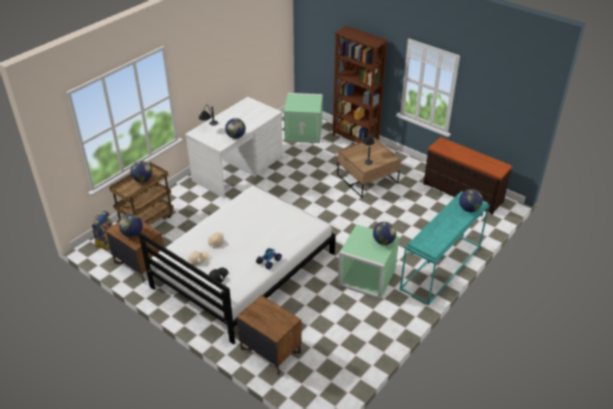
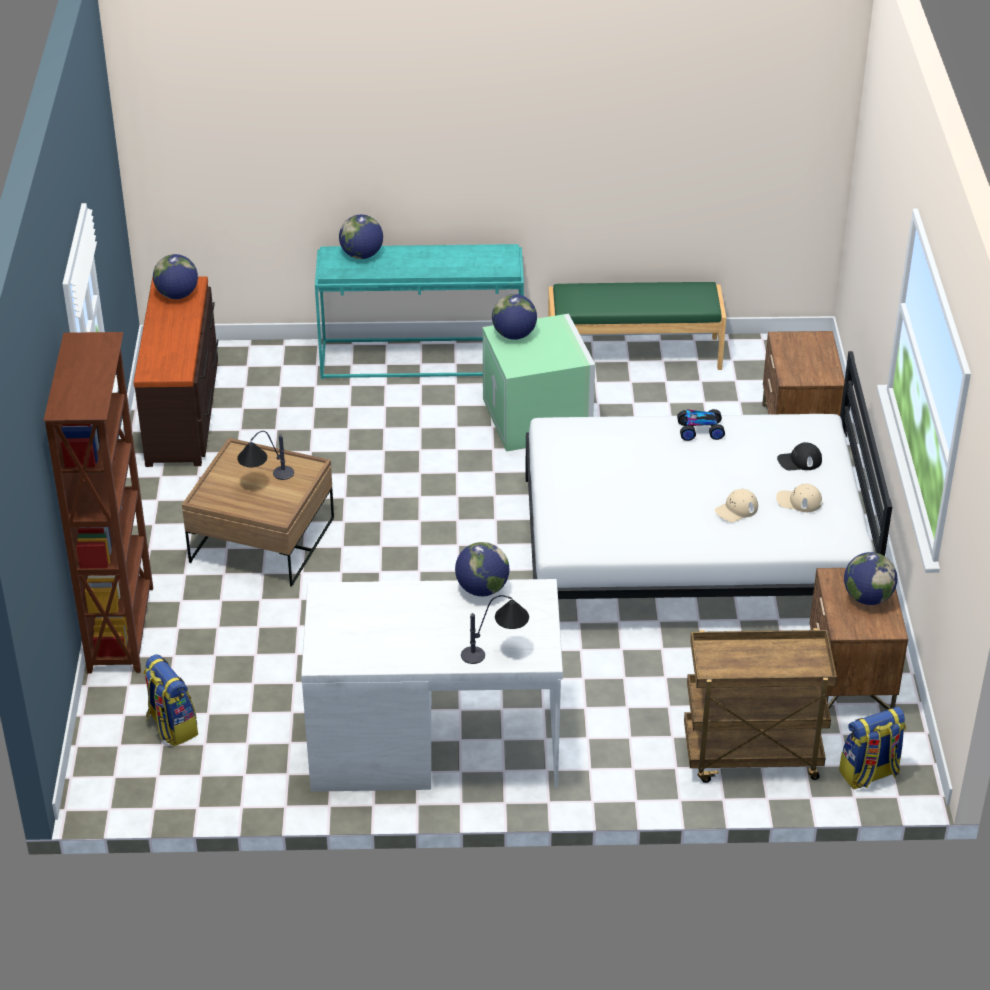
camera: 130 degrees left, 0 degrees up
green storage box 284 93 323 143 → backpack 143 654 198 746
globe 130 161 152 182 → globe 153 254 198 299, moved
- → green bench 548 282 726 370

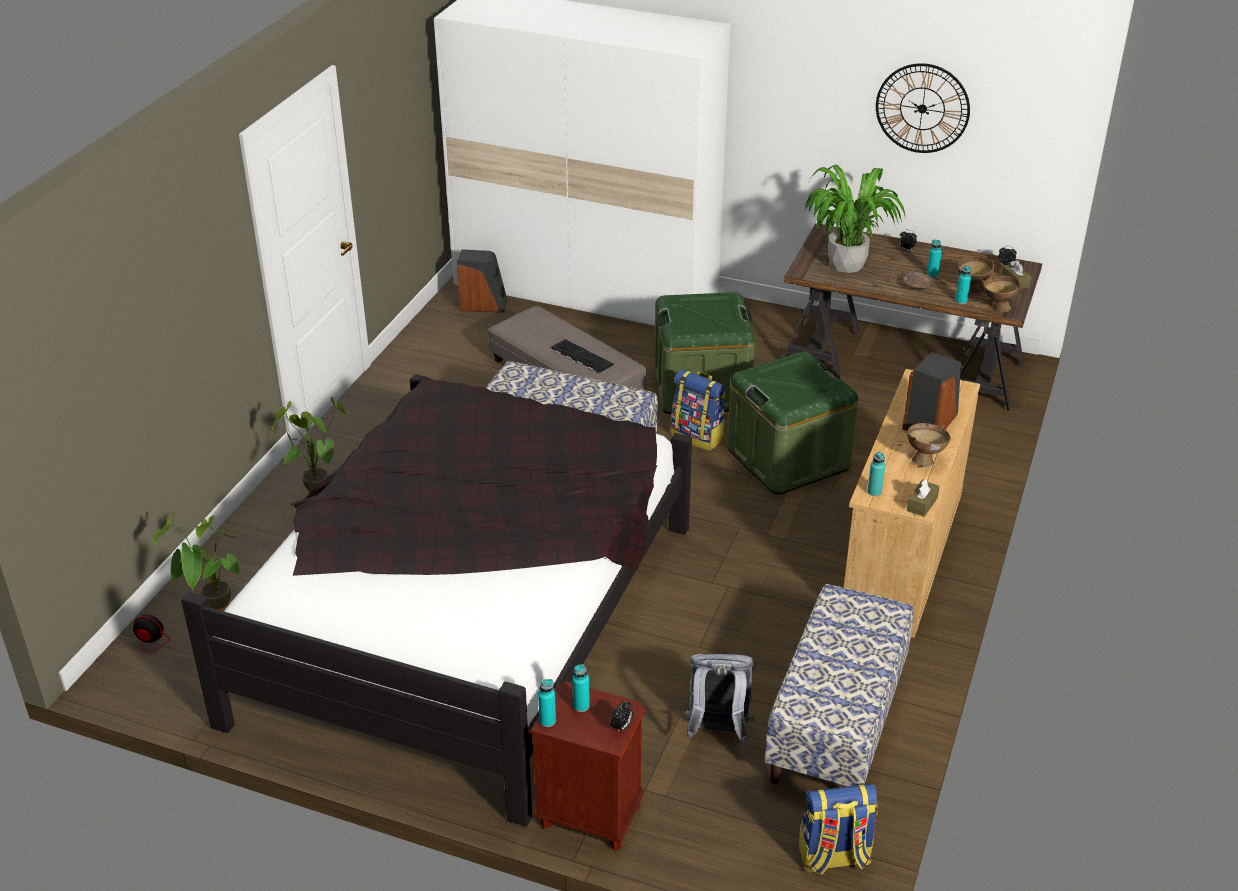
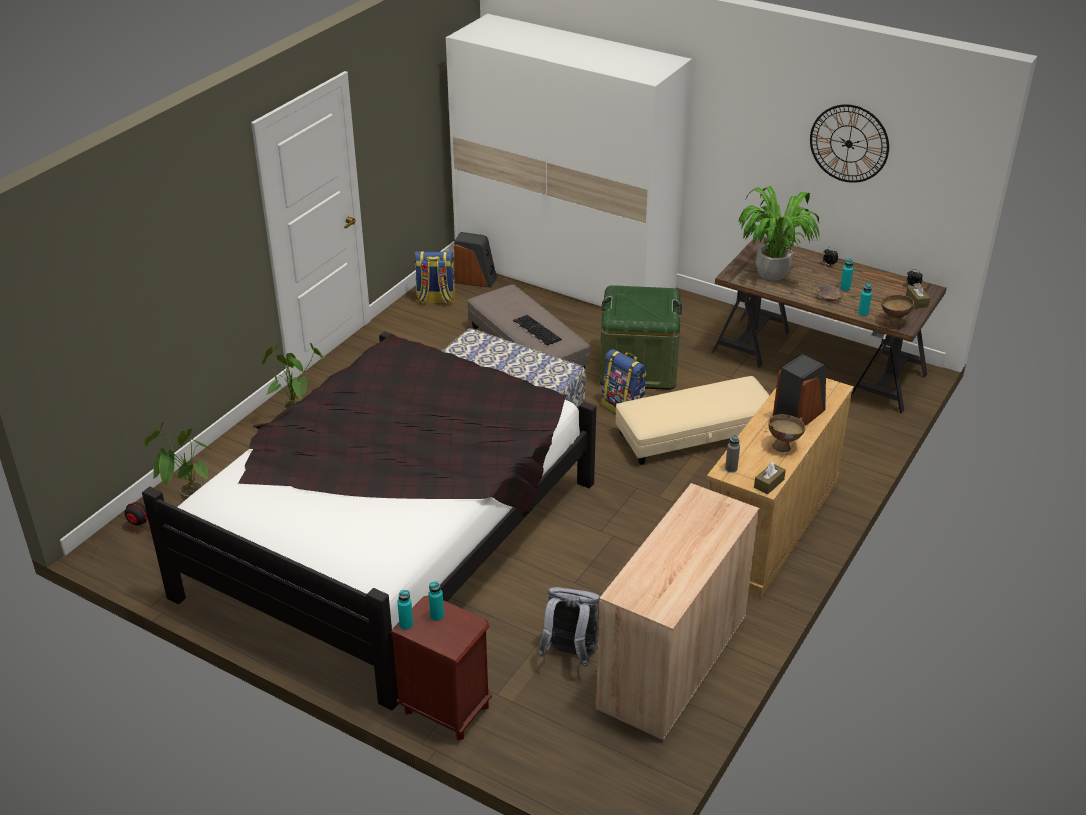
camera: 10 degrees right, 0 degrees up
backpack 799 783 878 875 → backpack 414 251 455 303, moved
bench 765 584 914 786 → beige cabinet 596 483 759 741
green storage box 727 351 858 495 → beige ottoman 616 376 770 465
turquoise bottle 867 452 885 496 → grey bottle 725 434 740 473
alarm clock 610 701 633 733 → -
brown bowl 958 256 994 293 → -

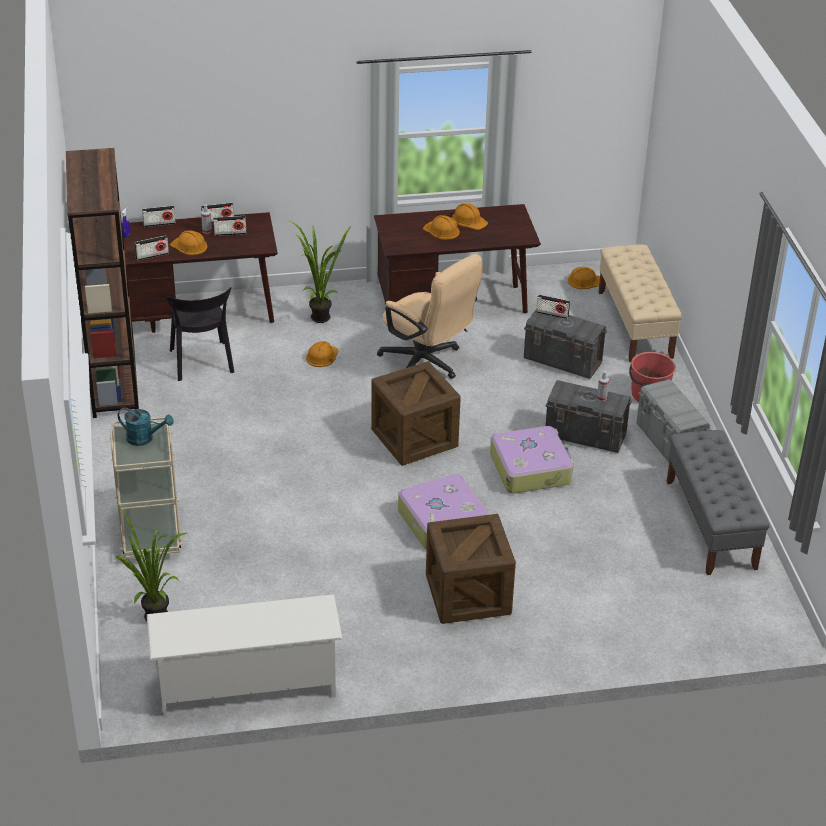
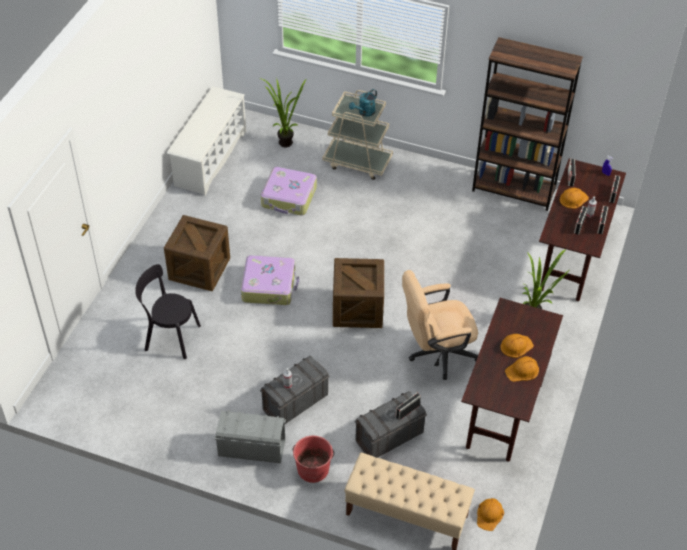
camera: 120 degrees right, 10 degrees up
black chair 167 287 234 381 → black chair 135 264 201 359, moved
suitcase 490 426 574 494 → suitcase 261 167 317 216, moved
orange hard hat 306 341 338 367 → -
grey bench 666 430 770 575 → -

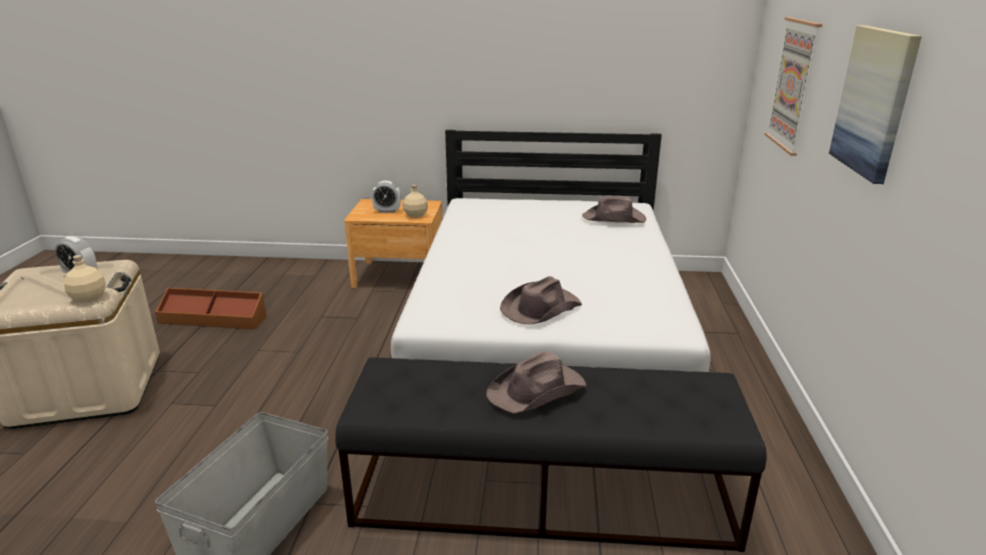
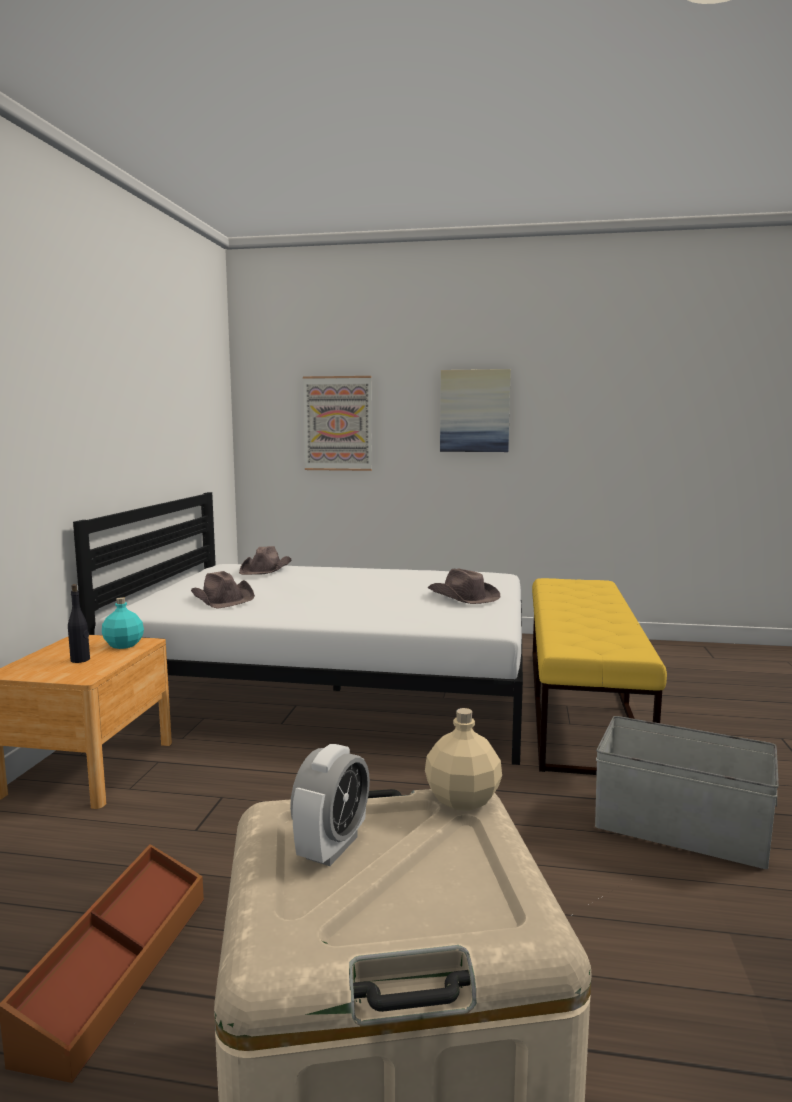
camera: 85 degrees left, 15 degrees down
alarm clock 371 181 401 213 → black bottle 68 584 90 663
beige bottle 402 185 428 218 → turquoise bottle 102 597 144 649
brown hat 486 351 587 413 → brown hat 191 571 255 609, moved
black bench 336 357 767 552 → yellow bench 532 578 667 775

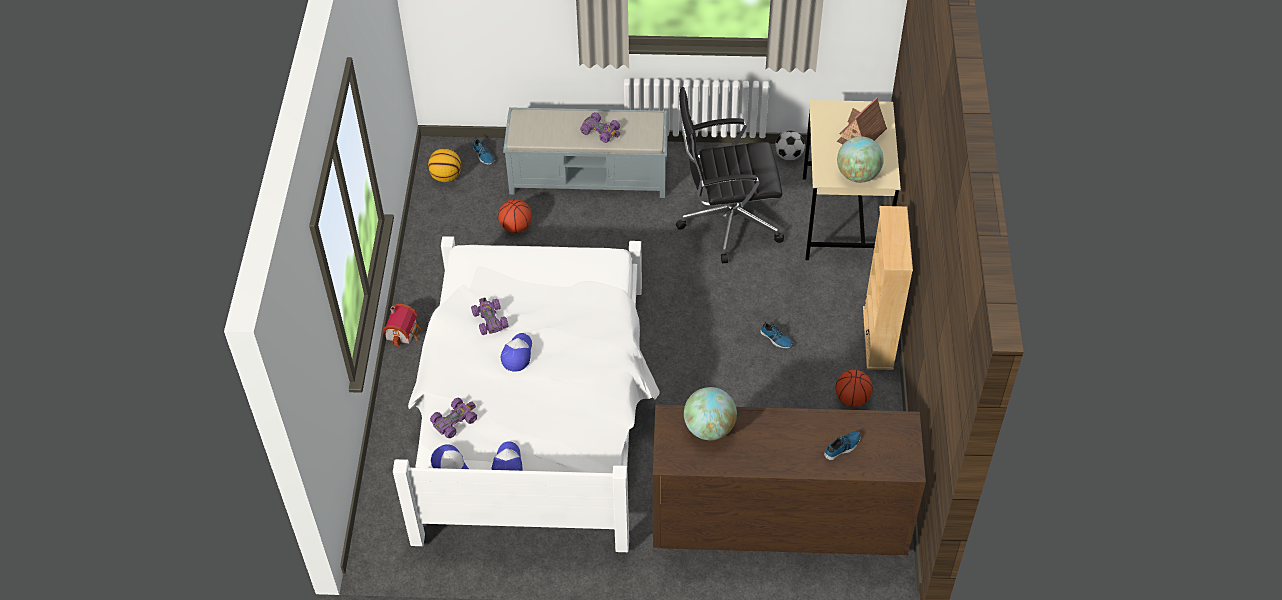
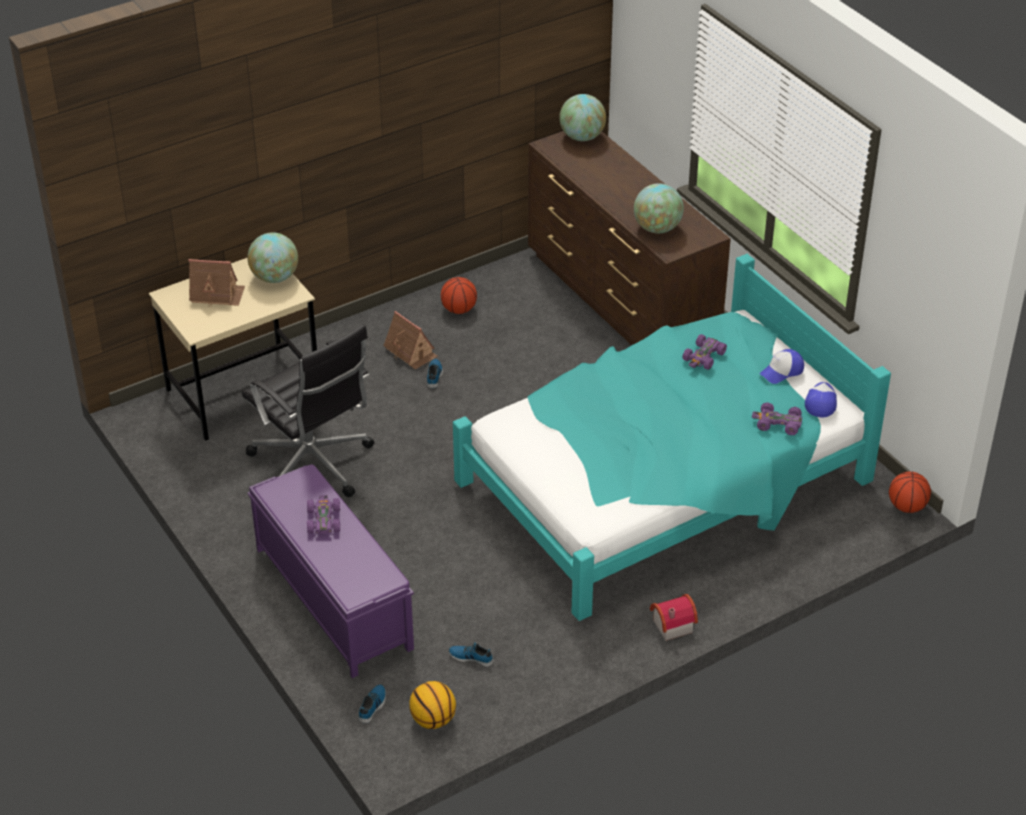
camera: 125 degrees left, 10 degrees down
grey bench 503 107 668 198 → purple bench 248 464 414 678
- → toy house 383 311 438 369
shoe 824 431 861 460 → shoe 449 642 494 667, moved
white bed 393 236 660 552 → turquoise bed 453 254 891 621
- → globe 559 94 606 141
purple toy car 471 298 509 335 → purple toy car 682 334 727 370, moved
basketball 498 199 532 233 → basketball 889 471 931 513, moved
cap 501 333 532 372 → -
football 775 131 805 161 → -
beige bookcase 863 206 913 370 → -

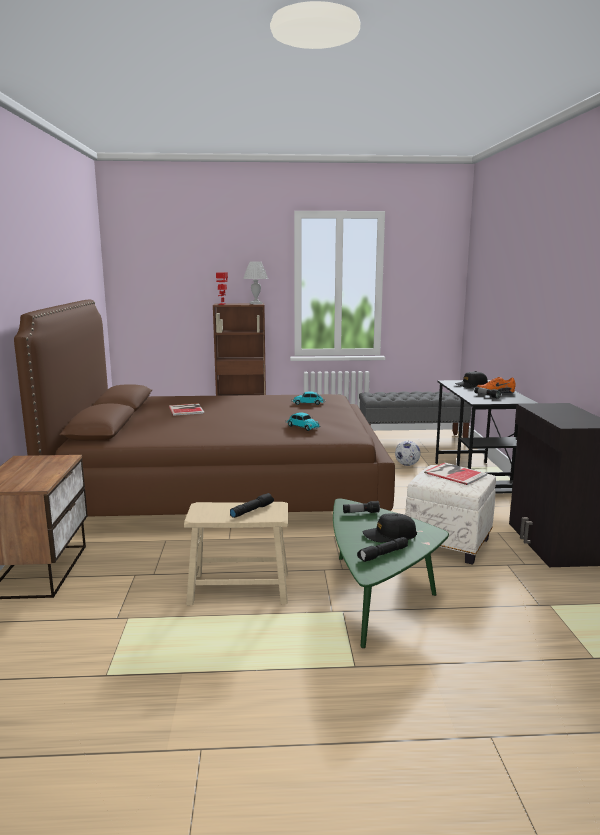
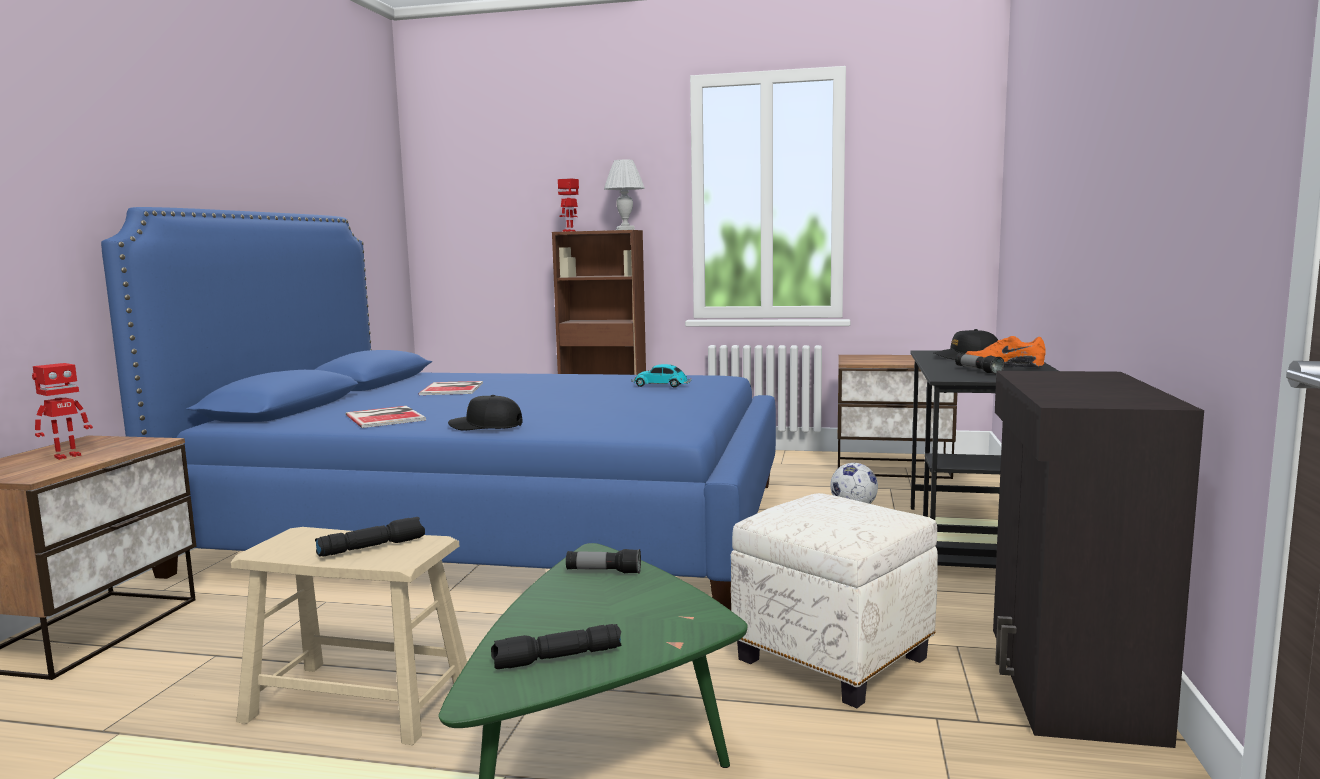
camera: 15 degrees right, 5 degrees down
- → toy robot 32 363 93 460
brown bed 14 299 395 517 → blue bed 101 207 776 610
book 424 463 487 485 → book 346 406 426 428, moved
black cap 363 513 417 542 → black cap 448 395 523 430, moved
grey bench 359 391 472 438 → nightstand 838 355 957 479
toy car 285 412 320 431 → -

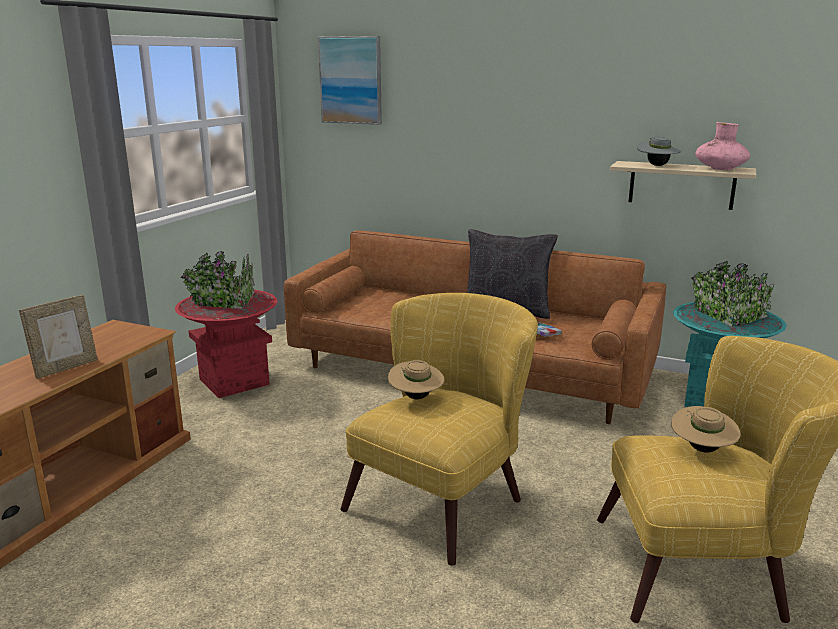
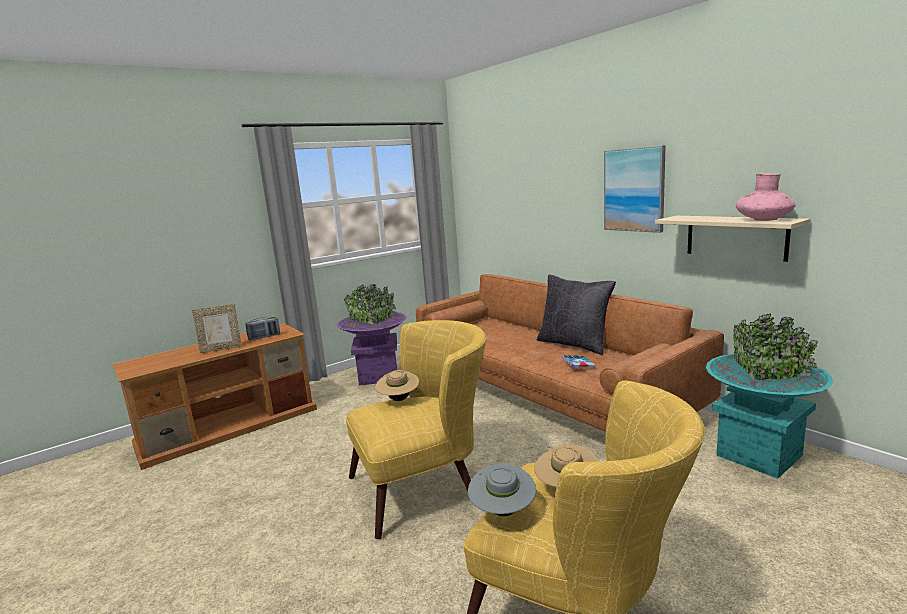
camera: 30 degrees right, 5 degrees down
- → radio 245 317 280 340
red planter 175 251 277 398 → purple planter 337 284 407 386
grey hat 637 137 681 166 → grey hat 468 464 536 516, moved
picture 318 36 382 125 → picture 604 145 666 233, moved

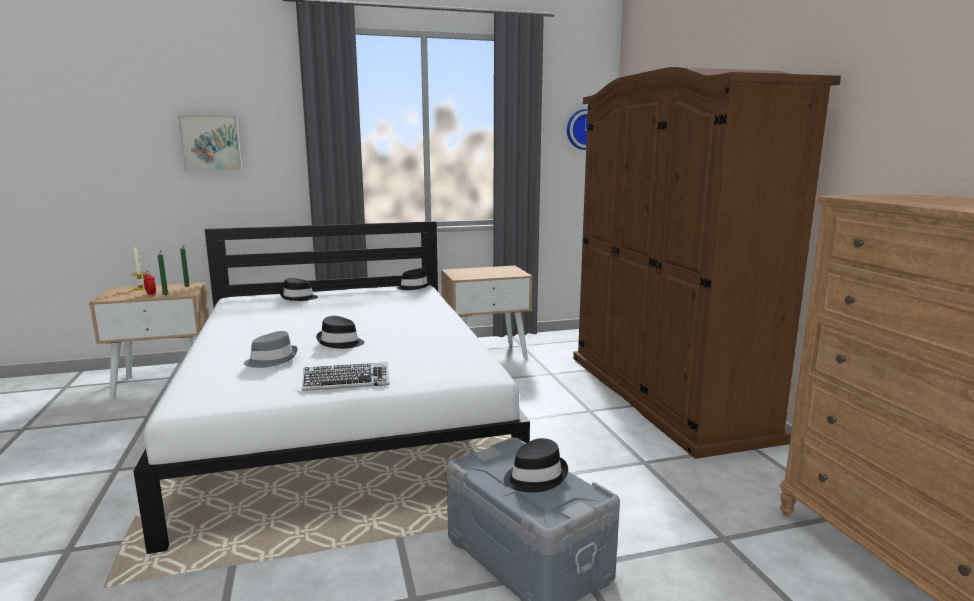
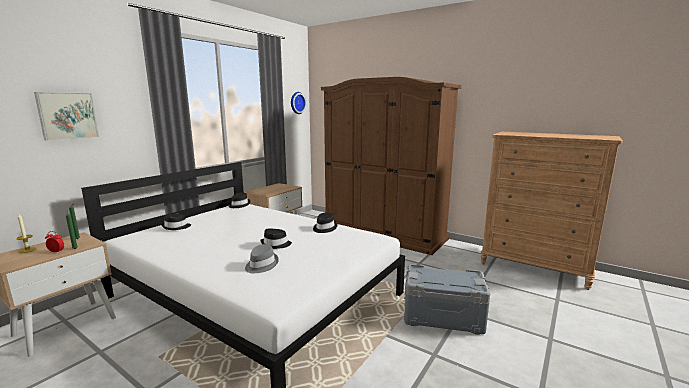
camera: 40 degrees left, 0 degrees up
black hat 504 438 568 492 → black hat 313 213 337 233, moved
keyboard 302 362 389 391 → -

